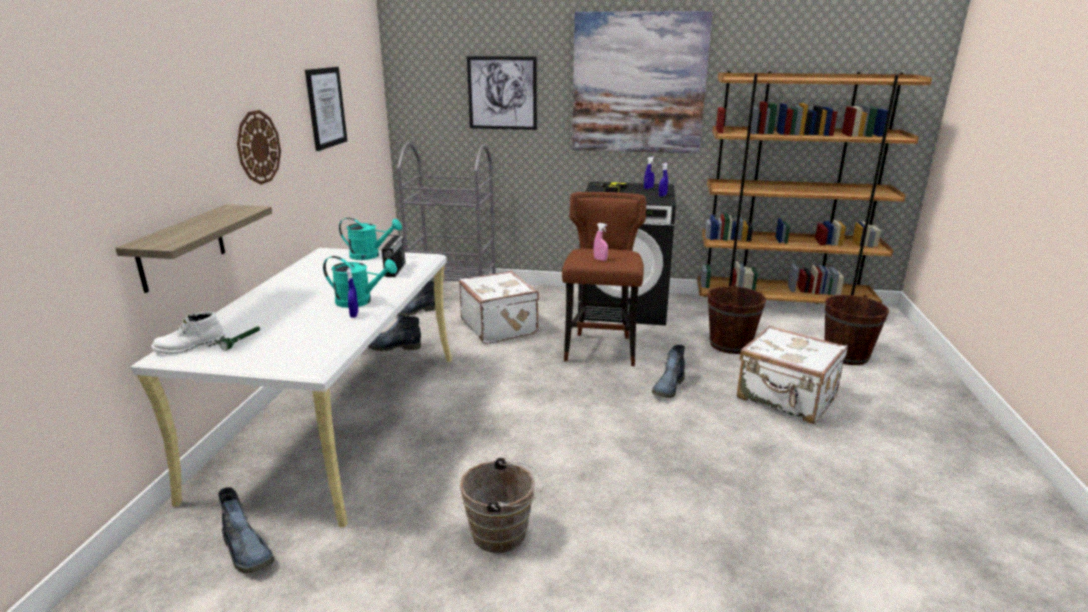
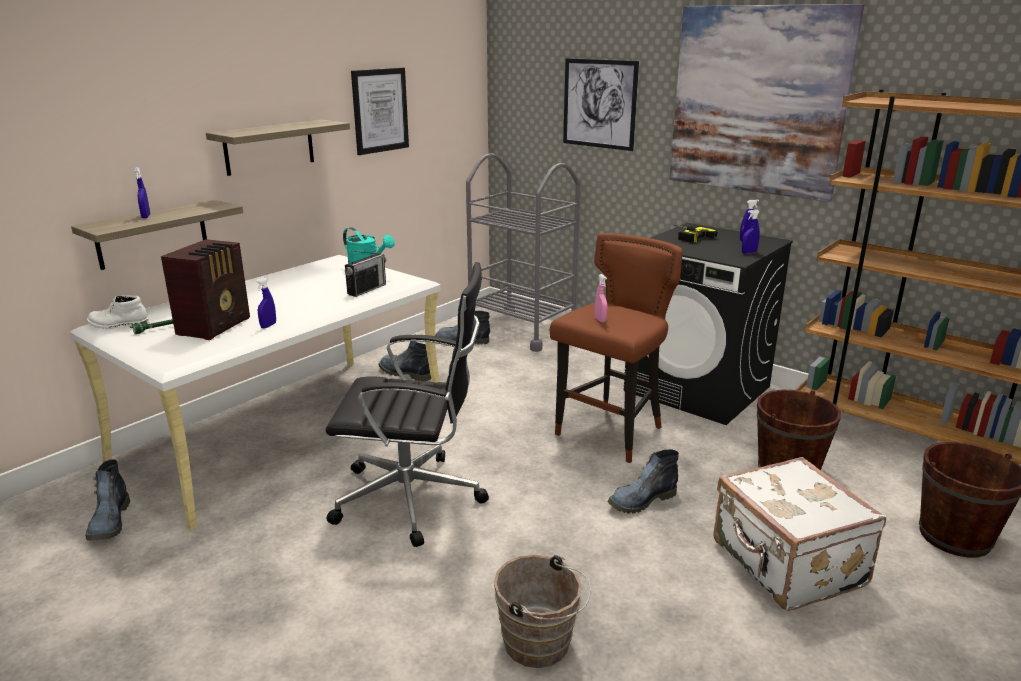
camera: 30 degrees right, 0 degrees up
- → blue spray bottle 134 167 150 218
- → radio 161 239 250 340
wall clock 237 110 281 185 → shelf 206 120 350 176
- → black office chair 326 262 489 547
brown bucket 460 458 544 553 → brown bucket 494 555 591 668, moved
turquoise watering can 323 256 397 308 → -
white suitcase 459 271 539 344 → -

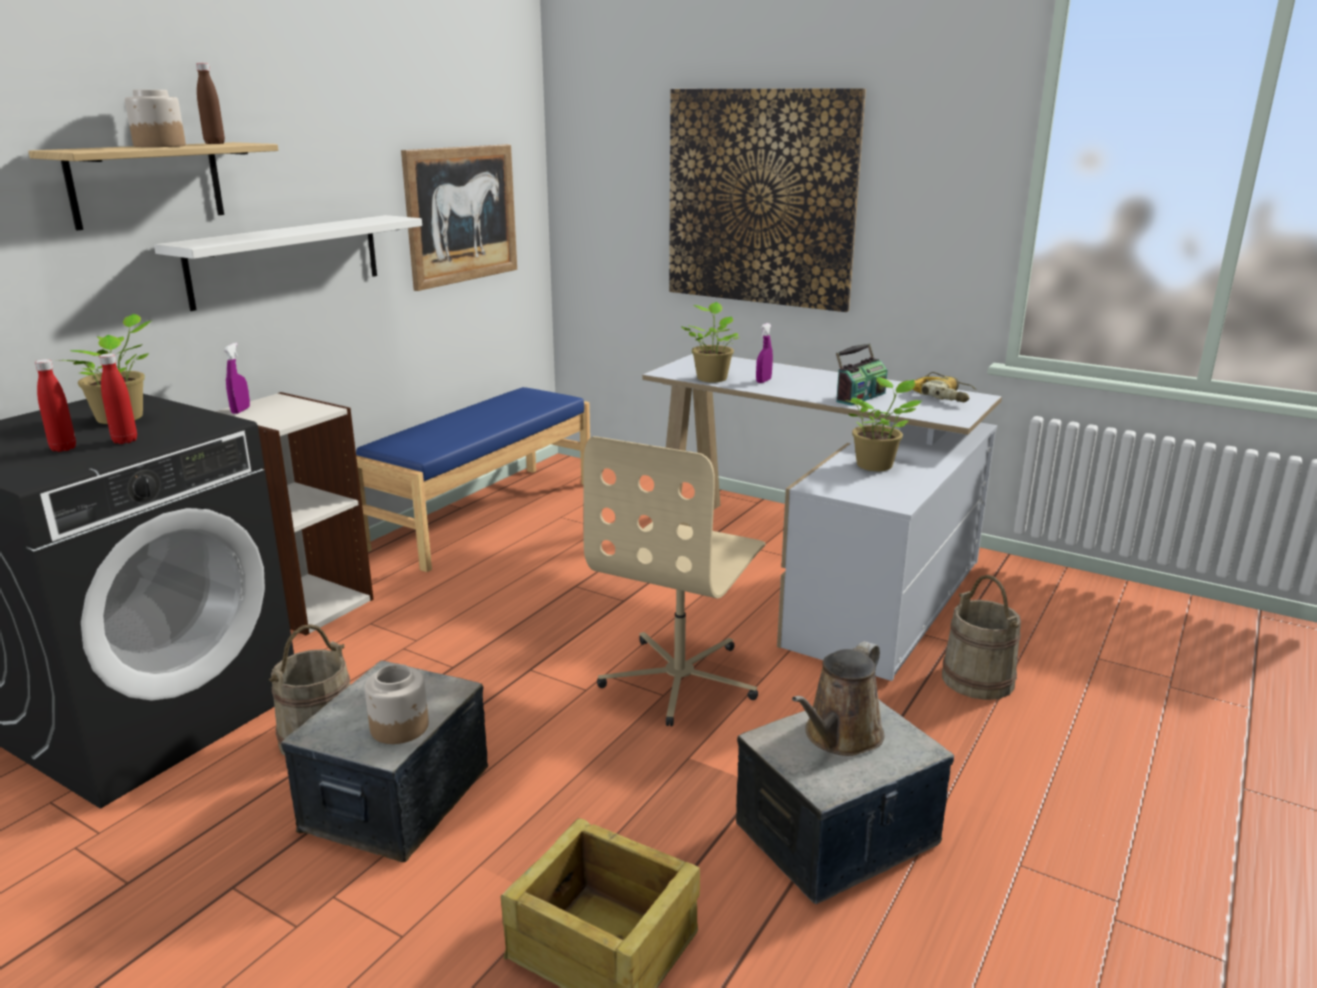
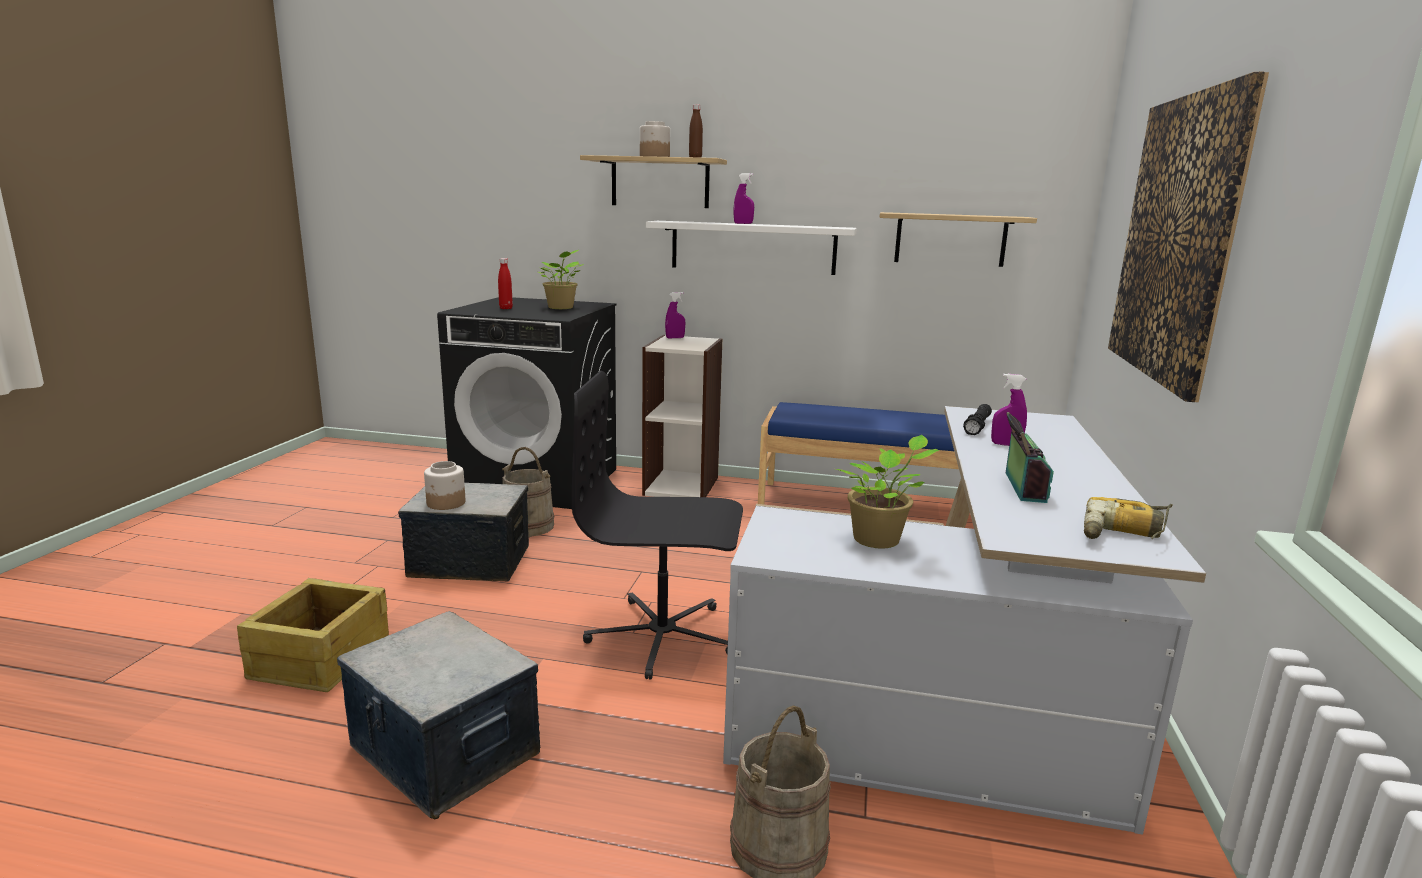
camera: 70 degrees right, 5 degrees down
beige office chair 583 436 766 726 → black office chair 572 371 743 680
- → purple spray bottle 734 173 754 224
picture 401 144 517 291 → shelf 879 212 1037 267
potted plant 681 302 740 383 → black flashlight 963 404 992 435
radio 836 343 888 406 → radio 1006 412 1054 503, 105 degrees counterclockwise
red bottle 99 353 137 444 → -
brown watering can 792 641 884 756 → -

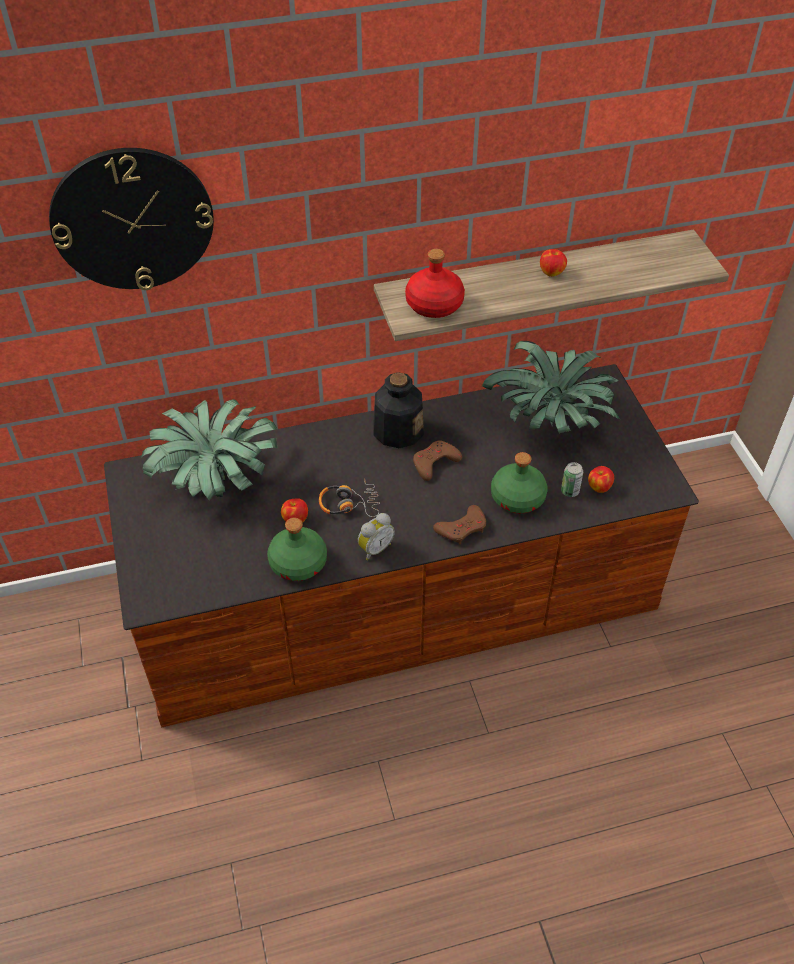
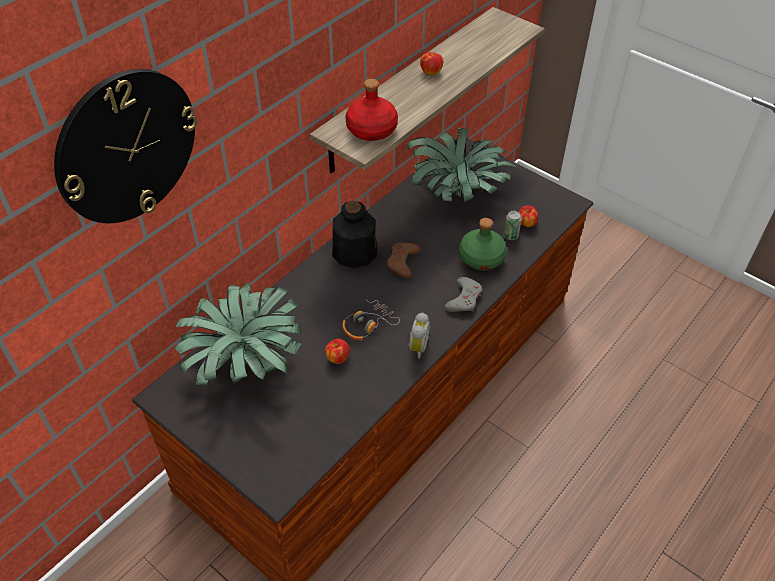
camera: 35 degrees left, 0 degrees up
brown game controller 433 505 486 545 → grey game controller 445 277 482 312
green bottle 267 518 327 581 → -

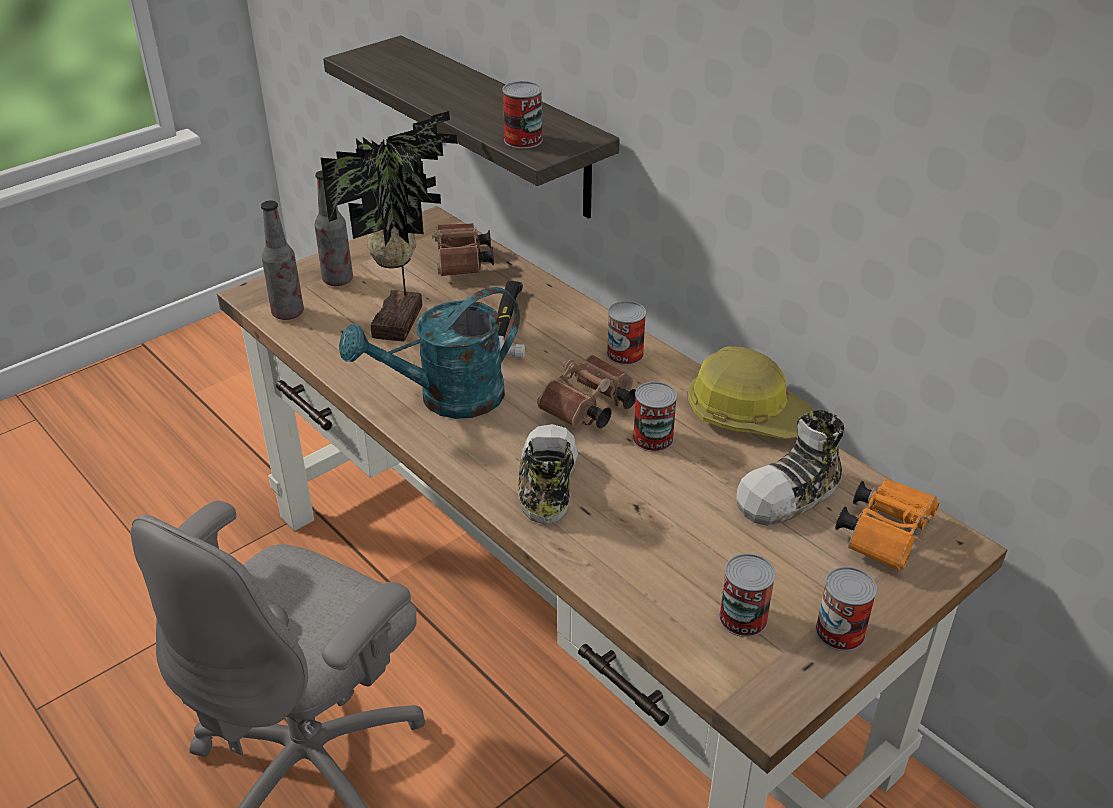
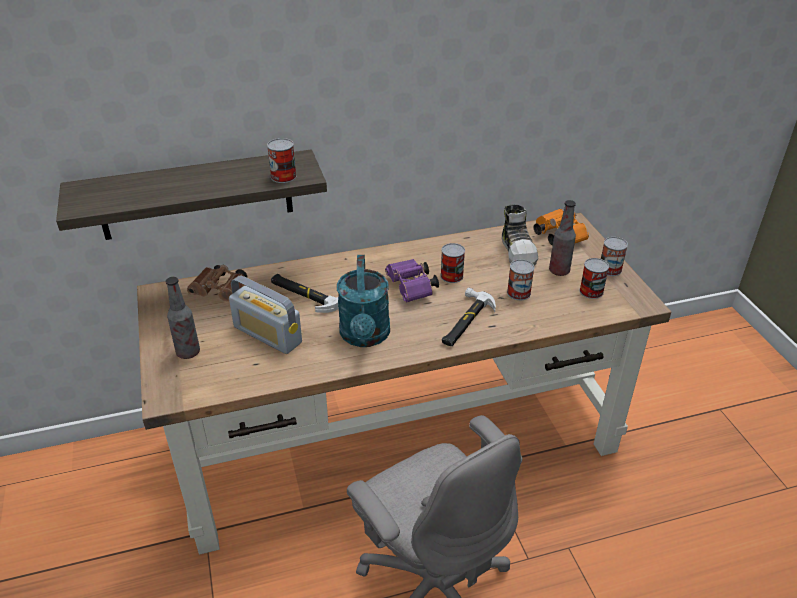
camera: 65 degrees left, 0 degrees up
potted plant 321 111 458 341 → radio 229 275 302 354
brown binoculars 537 355 636 428 → purple binoculars 385 259 439 302
shoe 518 424 578 525 → hammer 442 288 496 346
can 607 301 646 365 → can 507 259 534 300, moved
bottle 261 200 304 320 → bottle 549 200 576 276, moved
hard hat 688 346 815 439 → -

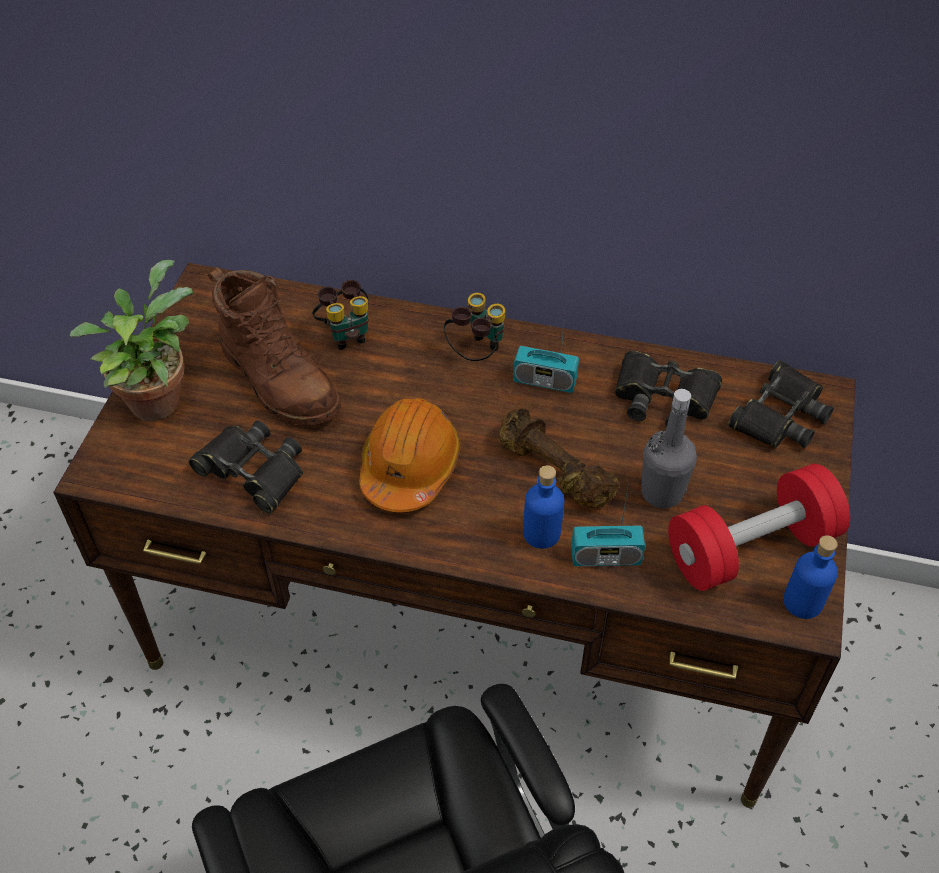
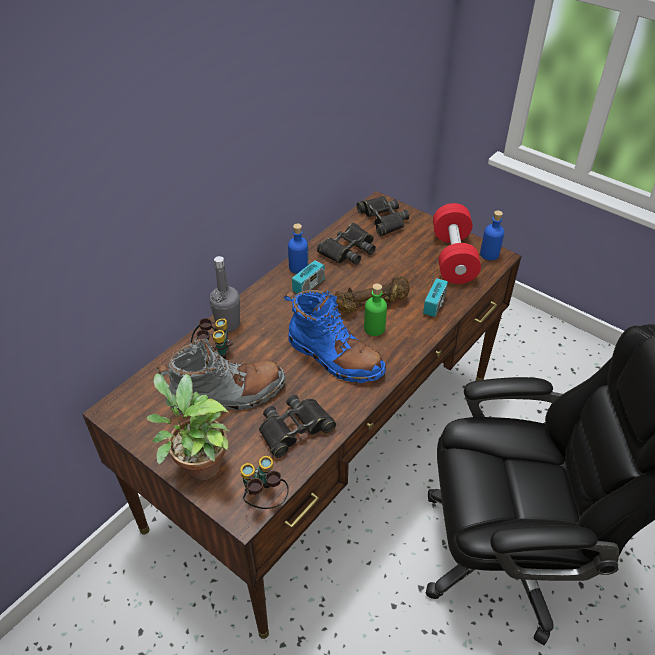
camera: 65 degrees left, 5 degrees down
brown boot 207 267 341 425 → grey boot 157 338 286 415
grey bottle 641 389 697 508 → grey bottle 209 256 240 332, moved
binoculars 444 293 505 361 → binoculars 240 456 289 509, moved
orange hard hat 359 398 461 512 → blue boot 284 290 386 383
blue bottle 523 465 564 549 → blue bottle 288 224 308 274, moved
- → green bottle 364 283 387 336

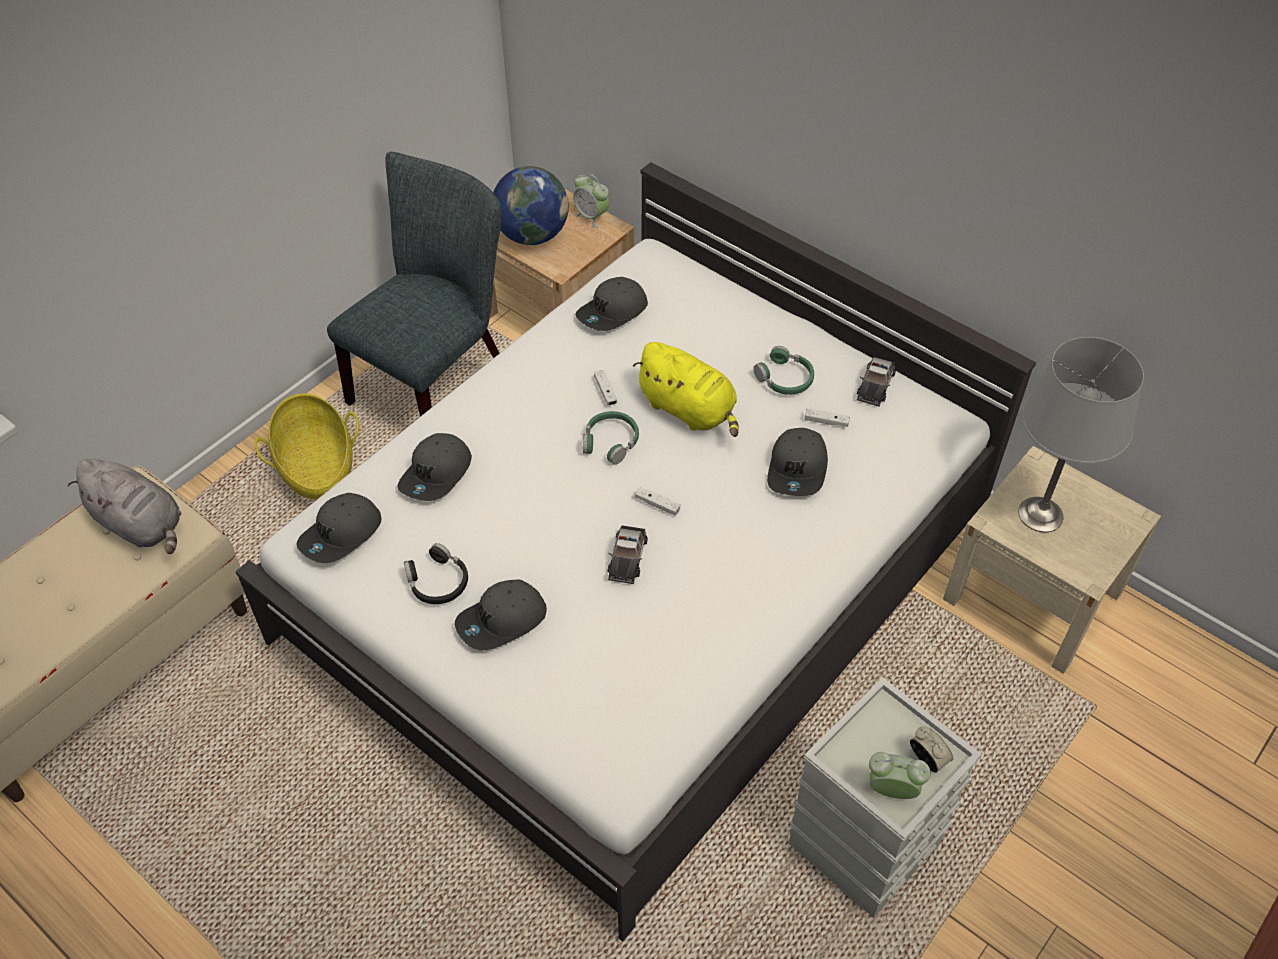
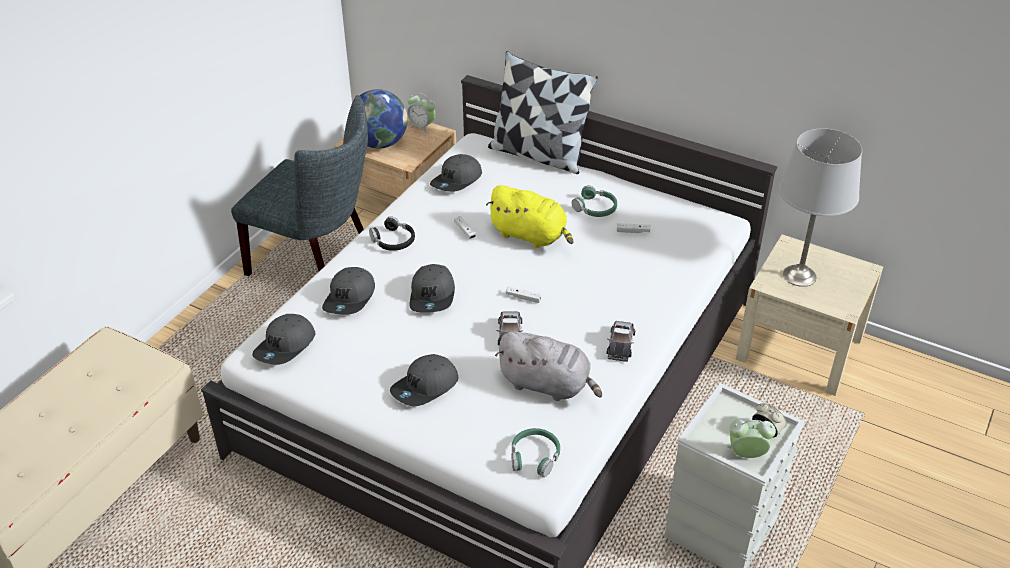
camera: 10 degrees left, 10 degrees down
grey chair 327 152 502 417 → grey chair 231 95 368 276, 90 degrees clockwise
black headphones 404 543 468 604 → black headphones 369 216 415 251, moved
grey cap 767 428 828 496 → grey cap 409 264 455 313, moved
- → pillow 488 51 598 174
grey plush toy 68 459 181 554 → grey plush toy 495 331 602 401, moved
green headphones 583 411 639 465 → green headphones 511 428 560 477, moved
toy car 857 357 896 406 → toy car 606 321 635 362, moved
basket 254 393 359 500 → -

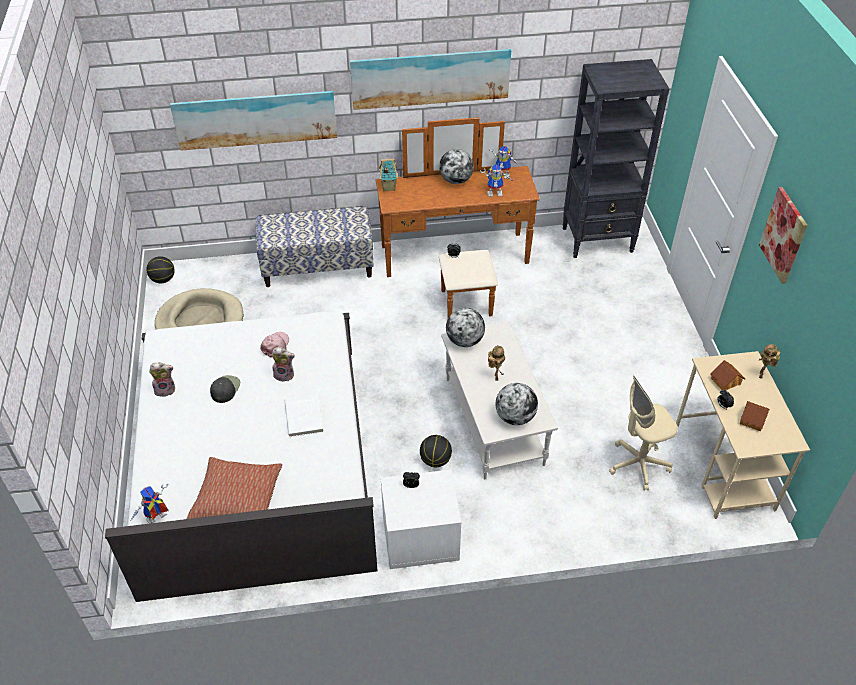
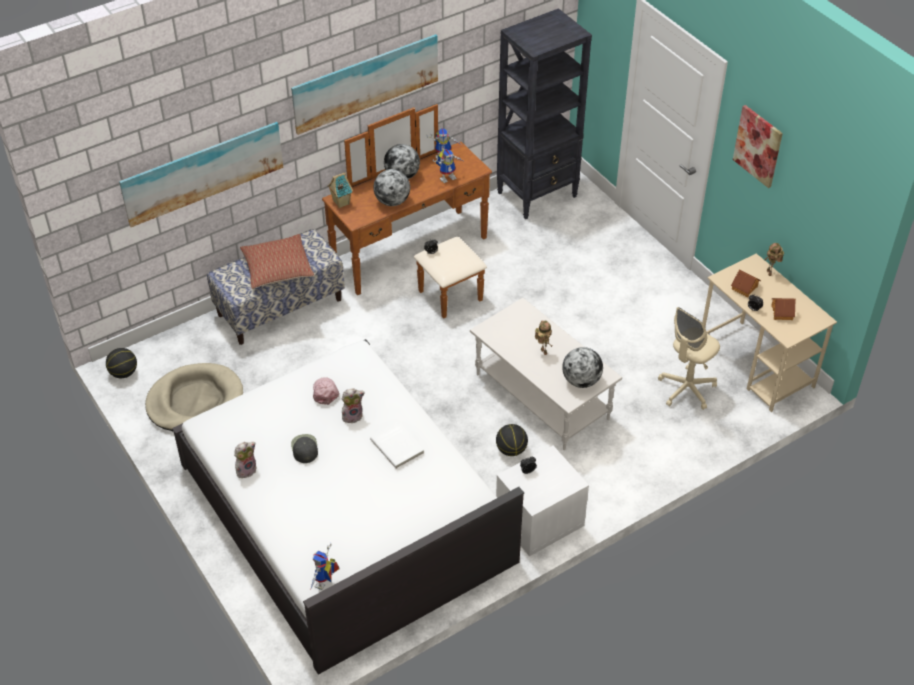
camera: 25 degrees left, 0 degrees up
pillow 187 457 282 519 → pillow 240 234 314 289, moved
globe 446 308 485 347 → globe 373 169 410 206, moved

